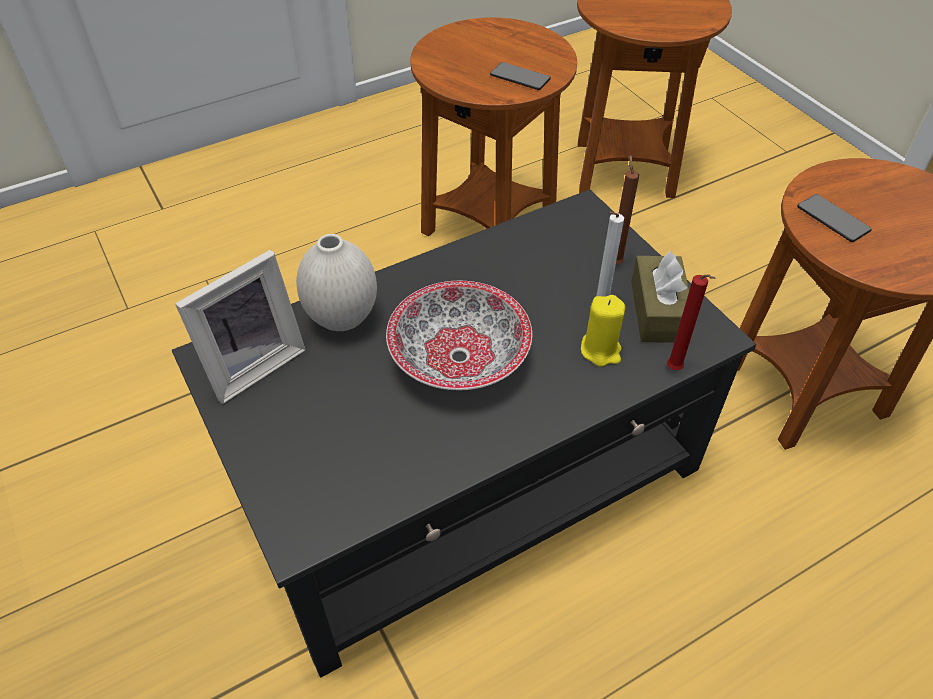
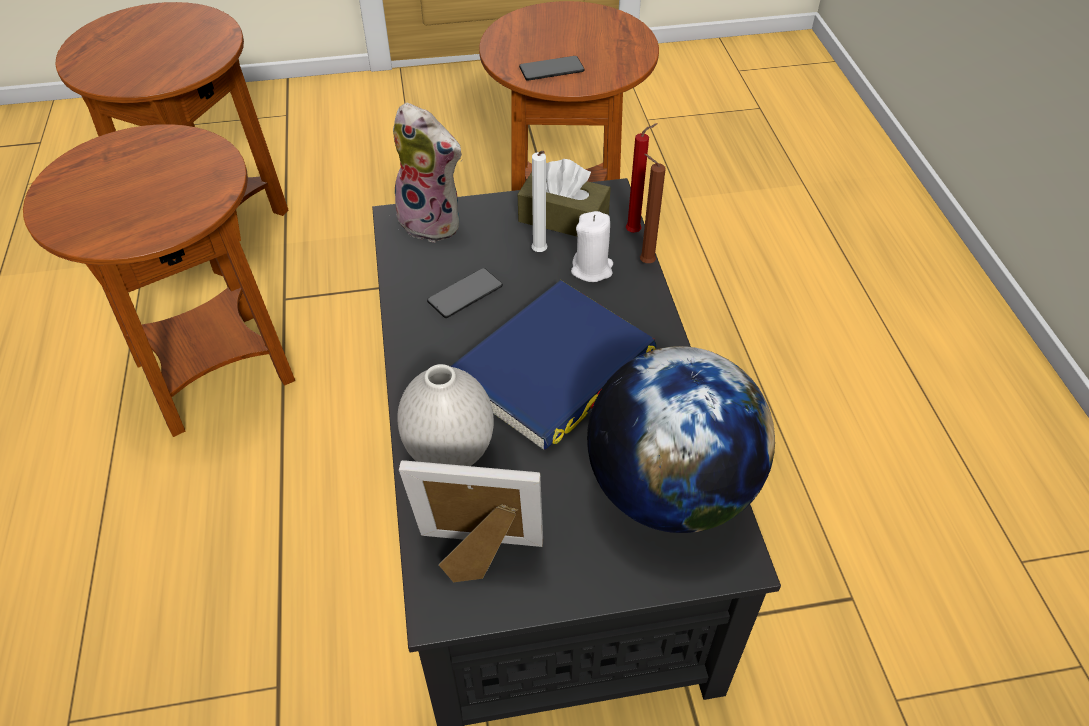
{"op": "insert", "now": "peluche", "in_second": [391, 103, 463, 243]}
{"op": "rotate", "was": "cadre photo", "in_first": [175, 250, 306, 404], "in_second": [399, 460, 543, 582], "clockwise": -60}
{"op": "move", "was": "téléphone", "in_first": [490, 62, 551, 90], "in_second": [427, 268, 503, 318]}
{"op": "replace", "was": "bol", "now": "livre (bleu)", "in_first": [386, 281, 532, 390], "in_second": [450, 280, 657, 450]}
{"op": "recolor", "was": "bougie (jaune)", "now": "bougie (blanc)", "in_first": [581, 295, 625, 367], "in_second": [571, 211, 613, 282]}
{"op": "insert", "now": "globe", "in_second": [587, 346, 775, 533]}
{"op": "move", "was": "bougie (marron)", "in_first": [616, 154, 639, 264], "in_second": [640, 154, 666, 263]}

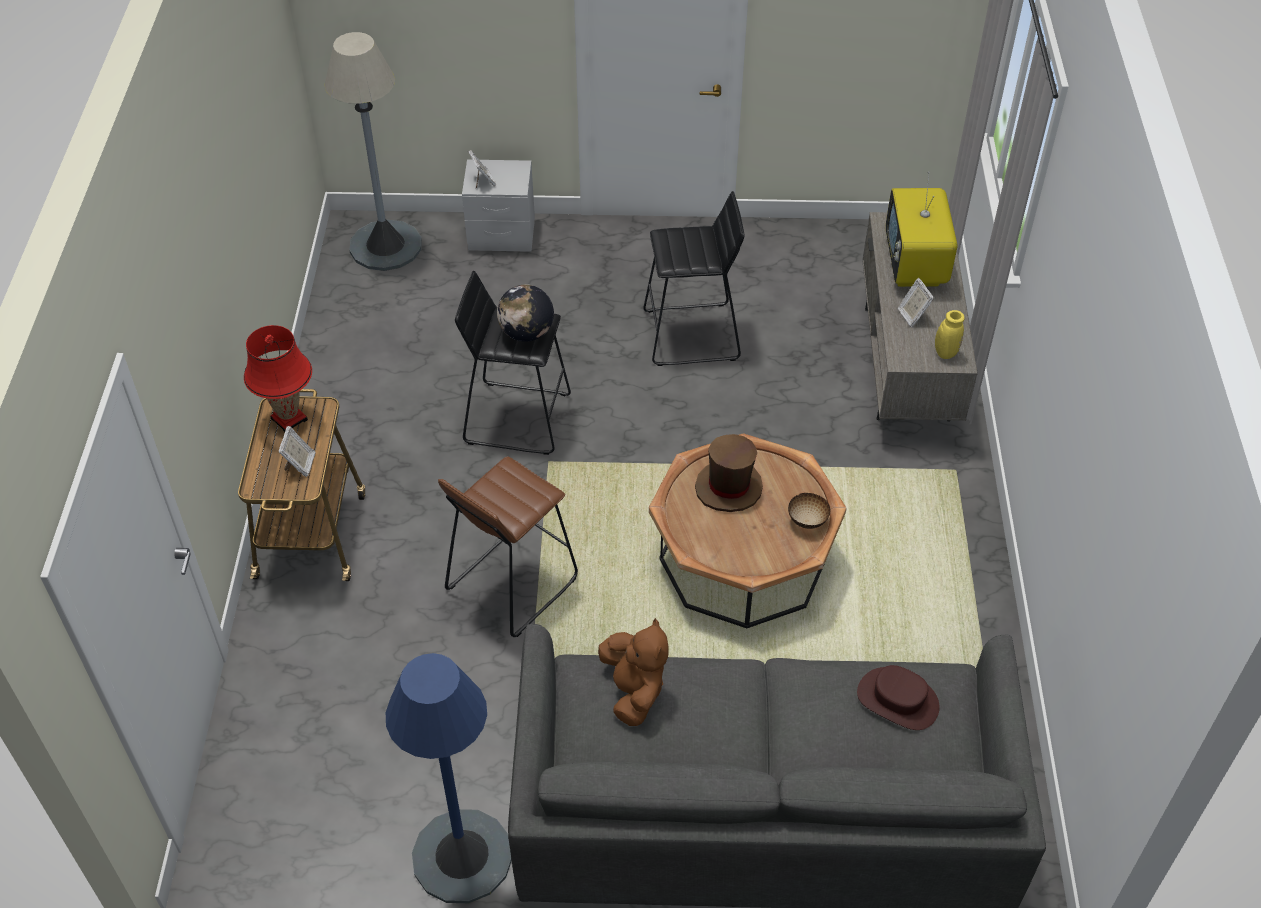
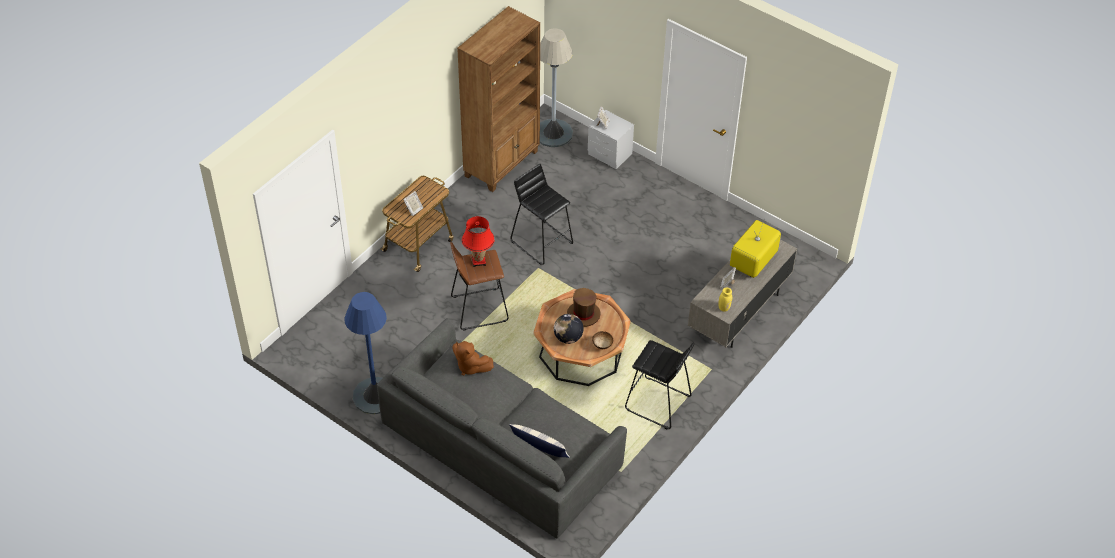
{"op": "rotate", "was": "peluche (marron)", "in_first": [598, 618, 669, 726], "in_second": [452, 341, 494, 375], "clockwise": 105}
{"op": "insert", "now": "bibliothèque (marron)", "in_second": [457, 6, 540, 192]}
{"op": "move", "was": "lampe de table (rouge)", "in_first": [244, 325, 312, 432], "in_second": [462, 216, 495, 267]}
{"op": "insert", "now": "coussin", "in_second": [509, 424, 570, 458]}
{"op": "move", "was": "globe", "in_first": [497, 285, 554, 342], "in_second": [554, 314, 584, 344]}
{"op": "move", "was": "tabouret (noir)", "in_first": [643, 191, 745, 366], "in_second": [625, 340, 694, 430]}
{"op": "delete", "was": "chapeau (marron)", "in_first": [857, 665, 940, 730]}

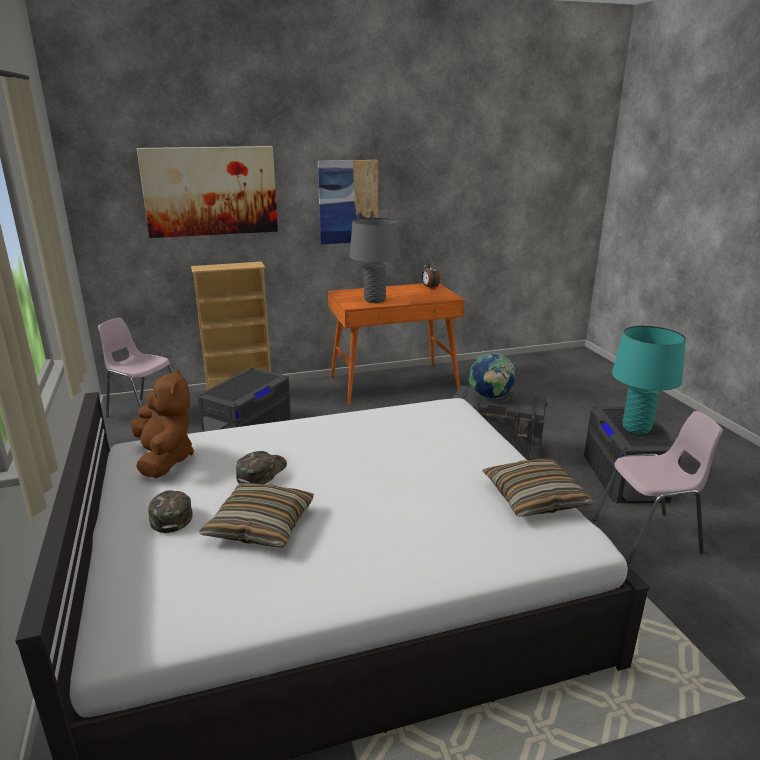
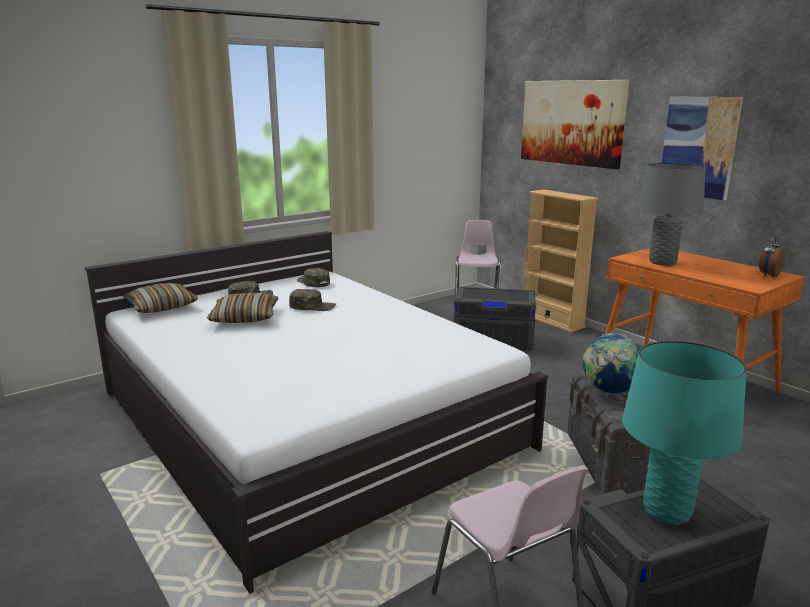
{"op": "move", "was": "coussin", "in_first": [482, 459, 594, 517], "in_second": [122, 283, 198, 313]}
{"op": "replace", "was": "peluche (marron)", "now": "casquette (vert)", "in_first": [131, 368, 194, 478], "in_second": [297, 268, 330, 287]}

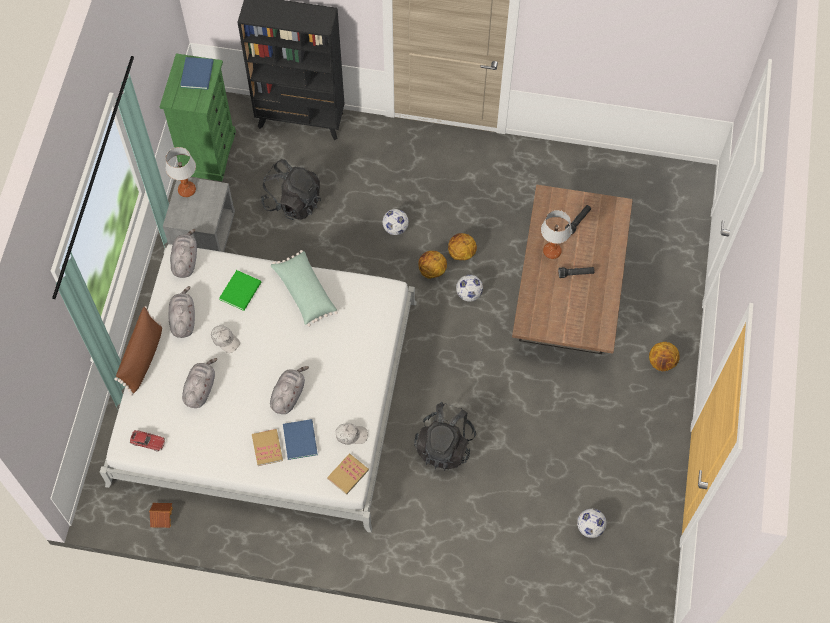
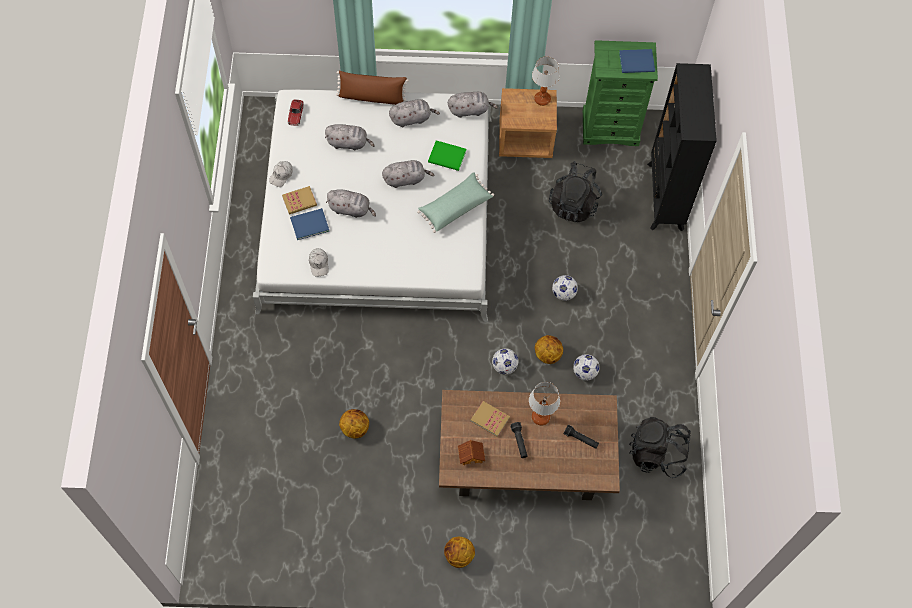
{"op": "move", "was": "casquette (blanc)", "in_first": [211, 325, 240, 353], "in_second": [269, 161, 293, 187]}
{"op": "move", "was": "ballon de basket", "in_first": [419, 251, 447, 279], "in_second": [339, 409, 369, 438]}
{"op": "insert", "now": "peluche (gris)", "in_second": [382, 160, 434, 188]}
{"op": "move", "was": "maison miniature", "in_first": [149, 503, 173, 528], "in_second": [458, 440, 485, 465]}
{"op": "move", "was": "livre", "in_first": [327, 454, 369, 495], "in_second": [471, 401, 510, 437]}
{"op": "recolor", "was": "table de chevet (gris)", "now": "table de chevet (marron)", "in_first": [163, 177, 235, 252], "in_second": [499, 88, 557, 158]}
{"op": "move", "was": "ballon de foot", "in_first": [577, 509, 607, 538], "in_second": [573, 354, 600, 381]}
{"op": "move", "was": "sac à dos (noir)", "in_first": [414, 402, 476, 471], "in_second": [629, 417, 691, 478]}

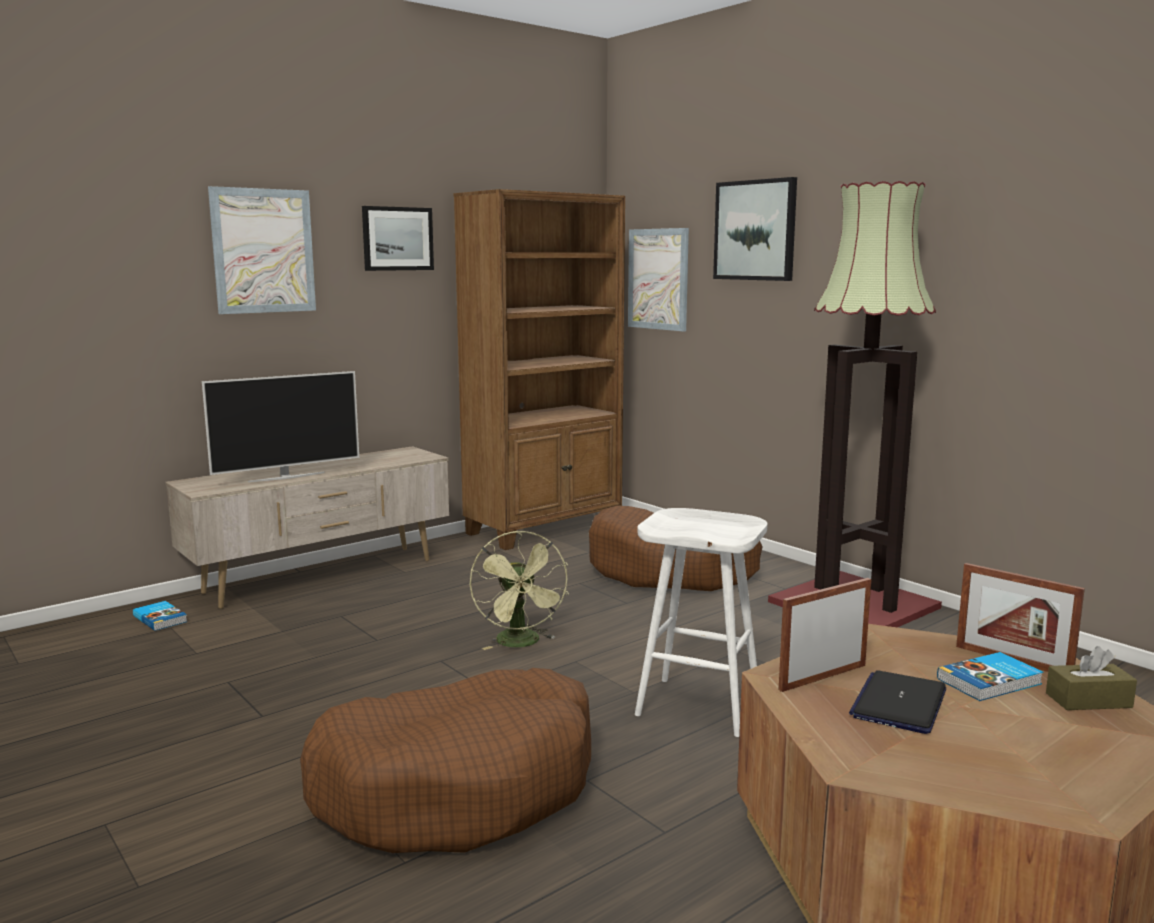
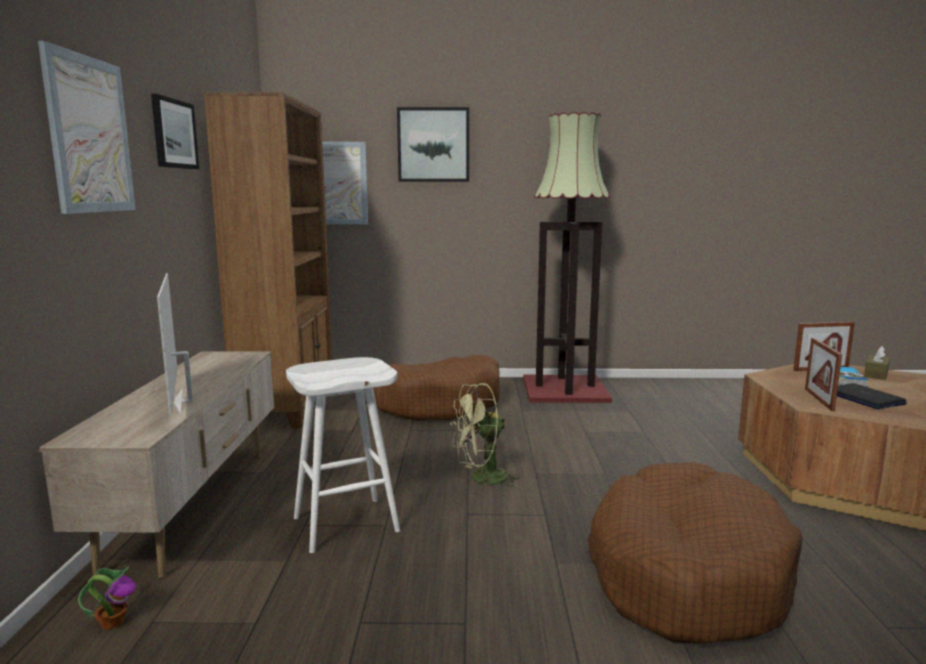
{"op": "replace", "was": "livre", "now": "plante en pot", "in_first": [133, 601, 188, 631], "in_second": [78, 564, 136, 629]}
{"op": "rotate", "was": "téléviseur", "in_first": [202, 371, 359, 482], "in_second": [157, 273, 193, 415], "clockwise": 150}
{"op": "move", "was": "tabouret (blanc)", "in_first": [635, 508, 768, 737], "in_second": [286, 357, 400, 553]}
{"op": "rotate", "was": "ventilateur (vert)", "in_first": [470, 531, 569, 650], "in_second": [450, 383, 521, 491], "clockwise": 135}

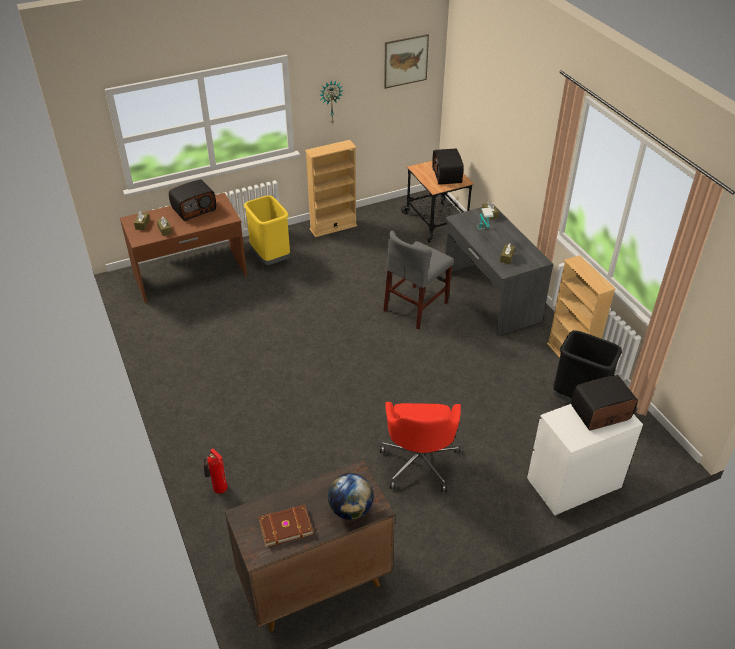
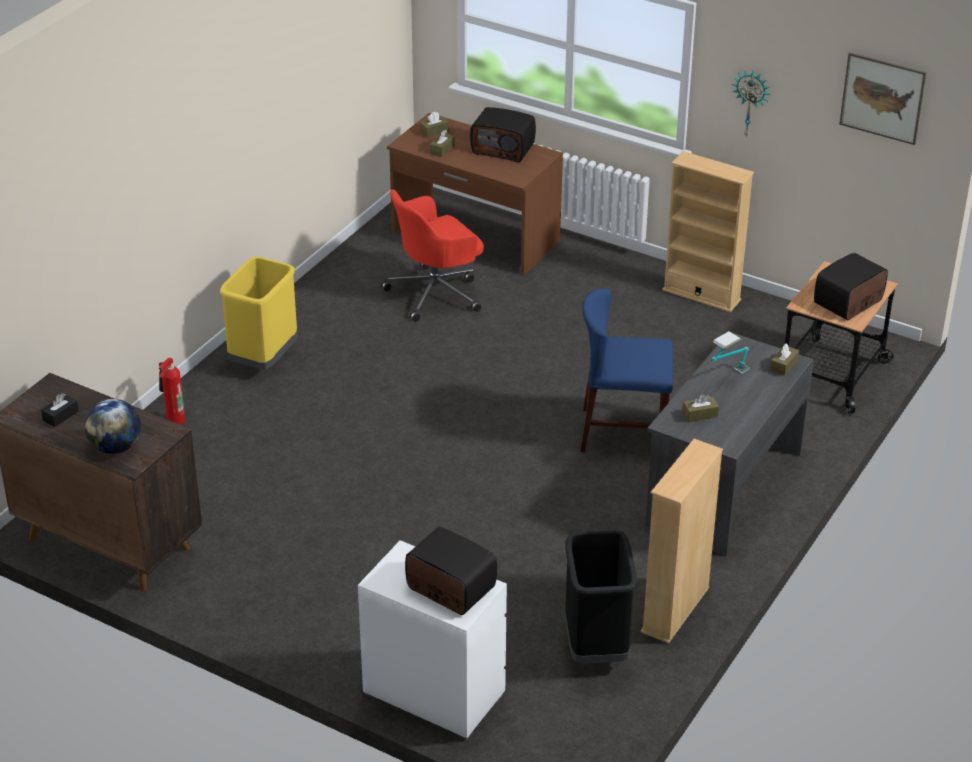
{"op": "replace", "was": "livre (marron)", "now": "boîte à mouchoirs (noir)", "in_first": [258, 505, 314, 547], "in_second": [41, 393, 79, 427]}
{"op": "move", "was": "poubelle (jaune)", "in_first": [244, 195, 290, 265], "in_second": [220, 257, 297, 369]}
{"op": "move", "was": "chaise de bureau (rouge)", "in_first": [380, 402, 461, 492], "in_second": [381, 190, 484, 322]}
{"op": "recolor", "was": "chaise (gris)", "now": "chaise (bleu)", "in_first": [384, 231, 454, 329], "in_second": [580, 289, 673, 452]}

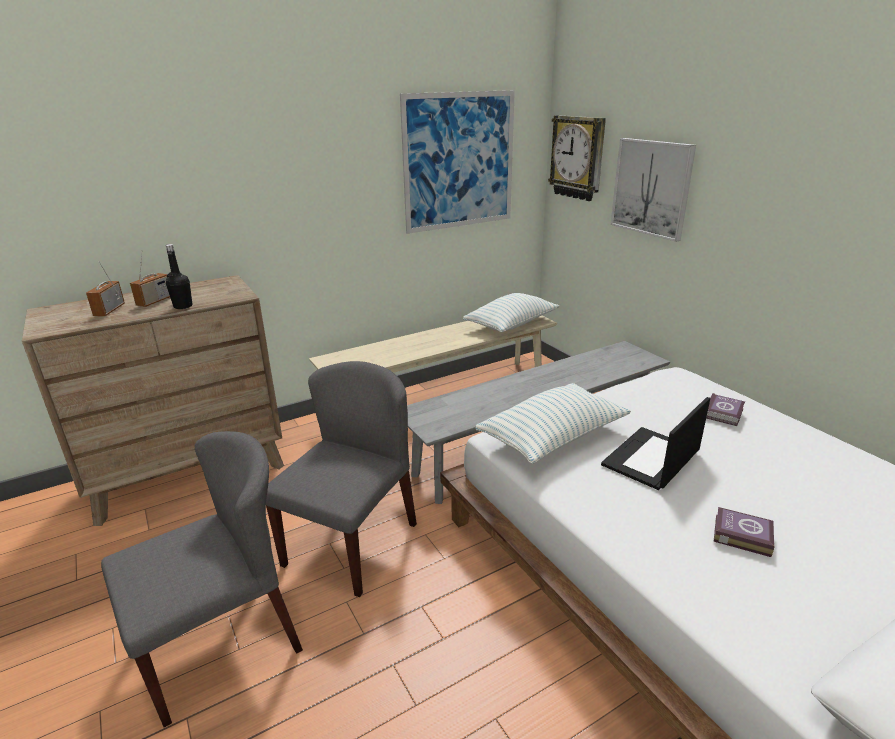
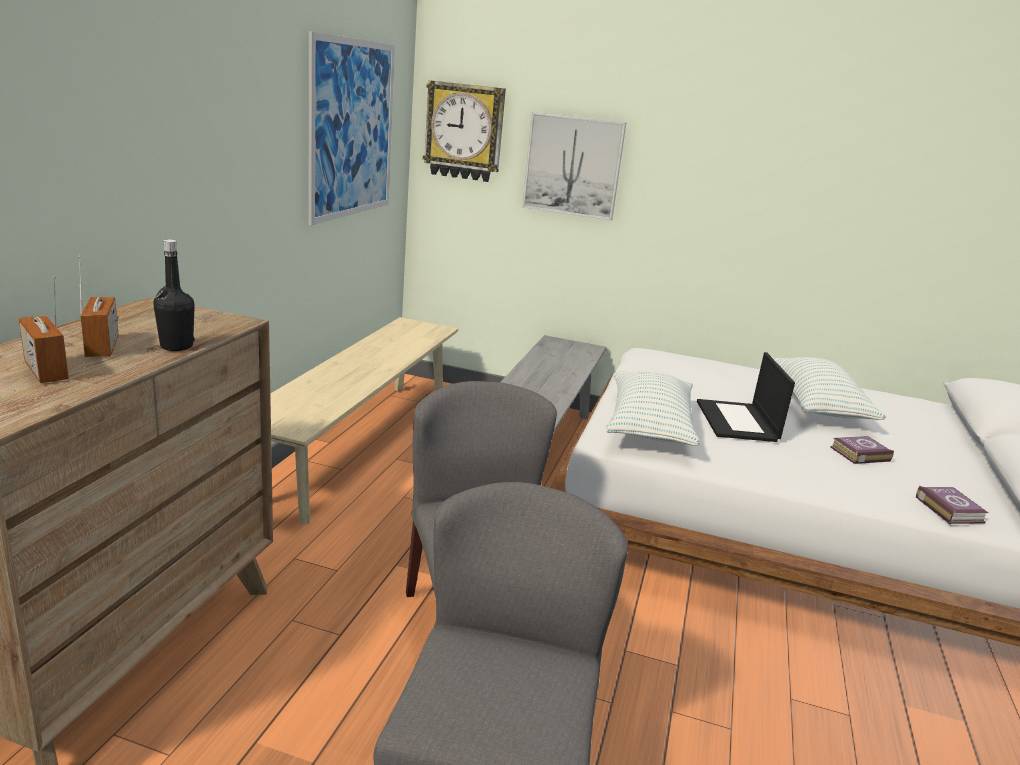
{"op": "move", "was": "coussin", "in_first": [463, 293, 559, 332], "in_second": [773, 357, 886, 420]}
{"op": "move", "was": "livre", "in_first": [706, 393, 745, 426], "in_second": [916, 486, 988, 524]}

